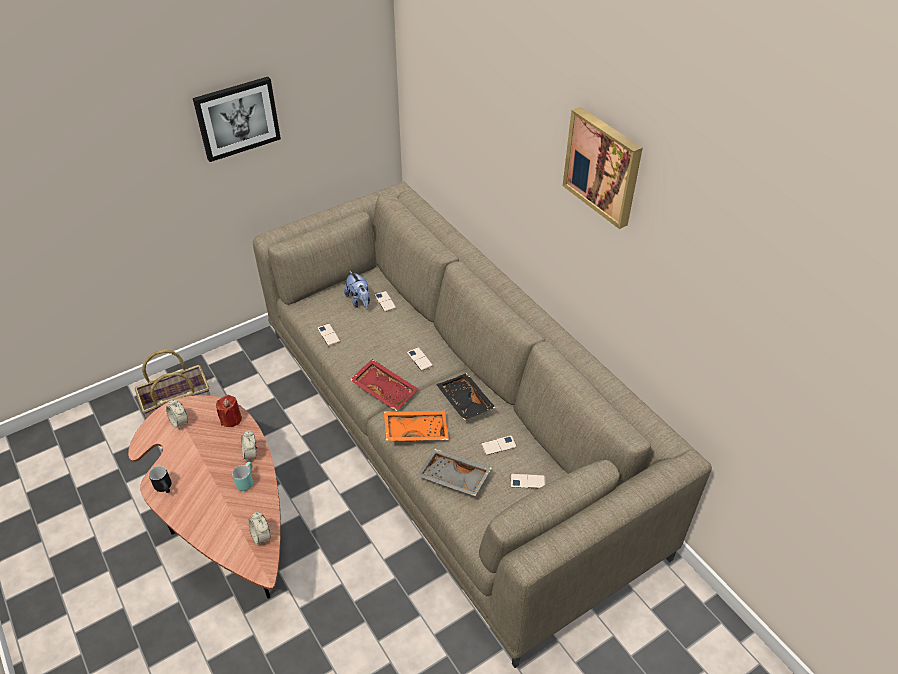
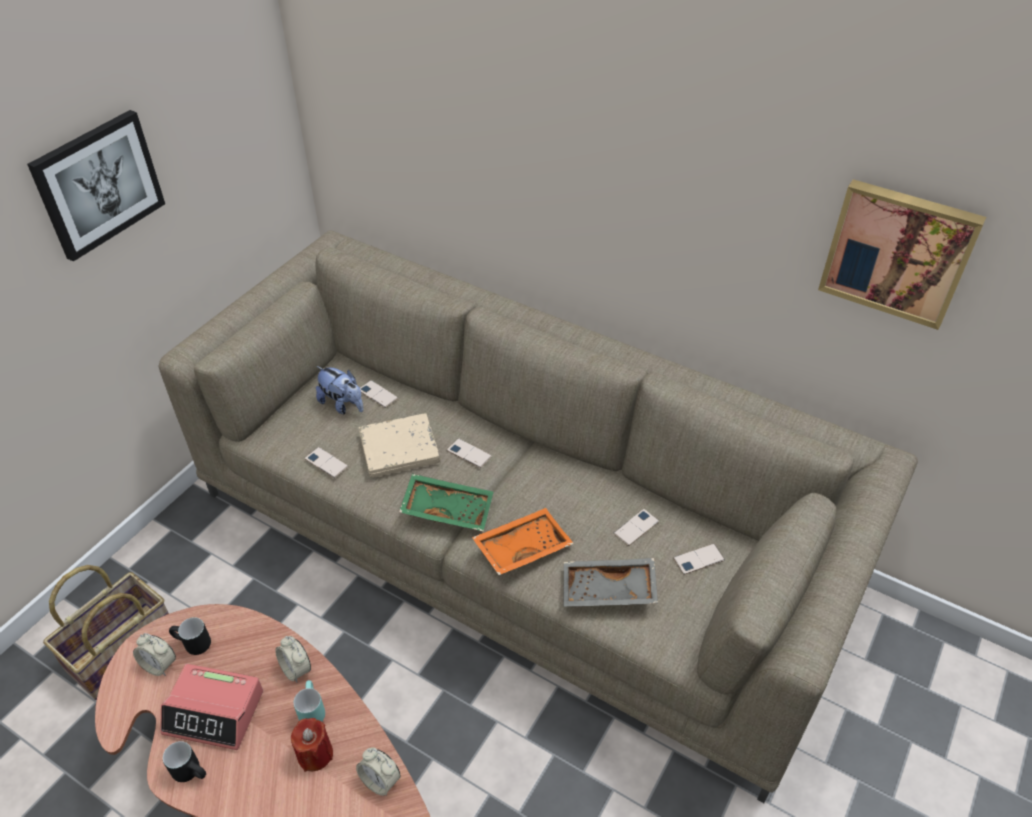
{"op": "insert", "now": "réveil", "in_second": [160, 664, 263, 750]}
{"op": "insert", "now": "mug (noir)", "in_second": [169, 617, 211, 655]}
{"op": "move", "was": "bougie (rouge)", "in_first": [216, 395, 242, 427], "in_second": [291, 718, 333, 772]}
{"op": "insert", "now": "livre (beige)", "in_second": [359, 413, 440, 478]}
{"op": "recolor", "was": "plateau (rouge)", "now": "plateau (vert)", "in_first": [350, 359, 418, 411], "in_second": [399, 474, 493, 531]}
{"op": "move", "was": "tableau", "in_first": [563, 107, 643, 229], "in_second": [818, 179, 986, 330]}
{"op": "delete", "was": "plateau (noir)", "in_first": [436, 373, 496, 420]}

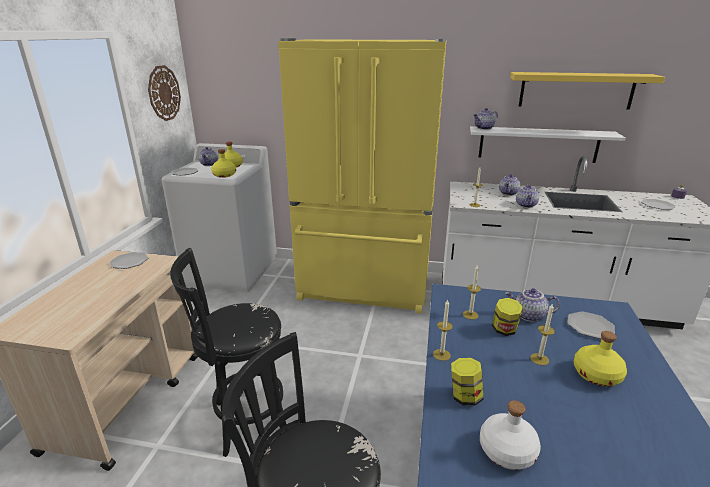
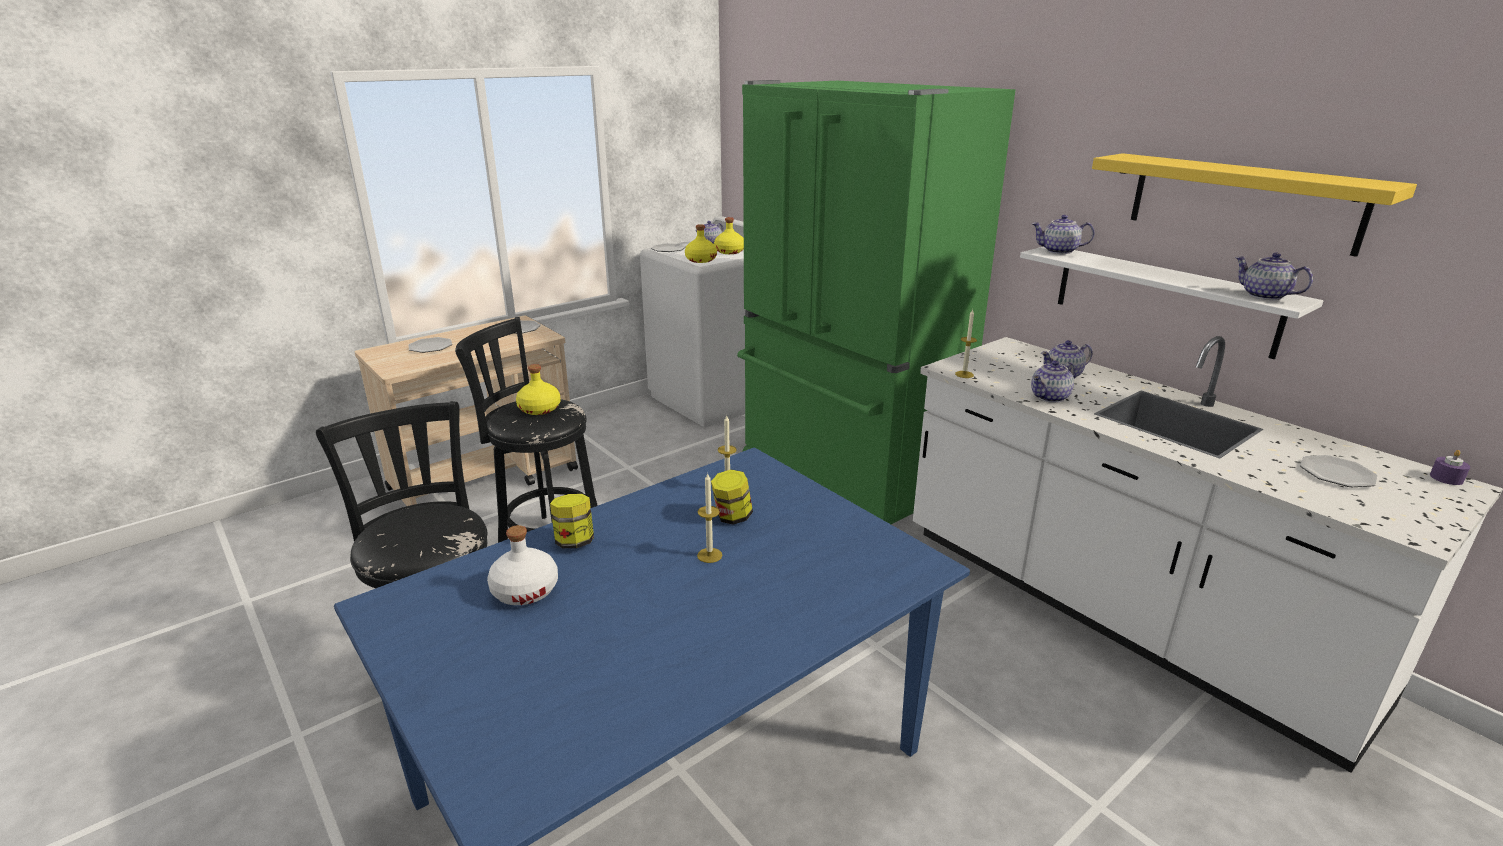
{"op": "move", "was": "assiette", "in_first": [567, 311, 615, 339], "in_second": [408, 337, 452, 353]}
{"op": "move", "was": "bouteille (jaune)", "in_first": [574, 331, 627, 387], "in_second": [516, 364, 561, 415]}
{"op": "recolor", "was": "réfrigérateur (jaune)", "now": "réfrigérateur (vert)", "in_first": [278, 38, 446, 314], "in_second": [737, 80, 1016, 524]}
{"op": "move", "was": "théière", "in_first": [505, 288, 560, 322], "in_second": [1235, 253, 1313, 300]}
{"op": "delete", "was": "horloge murale", "in_first": [148, 65, 181, 121]}
{"op": "delete", "was": "bougie", "in_first": [433, 300, 453, 361]}

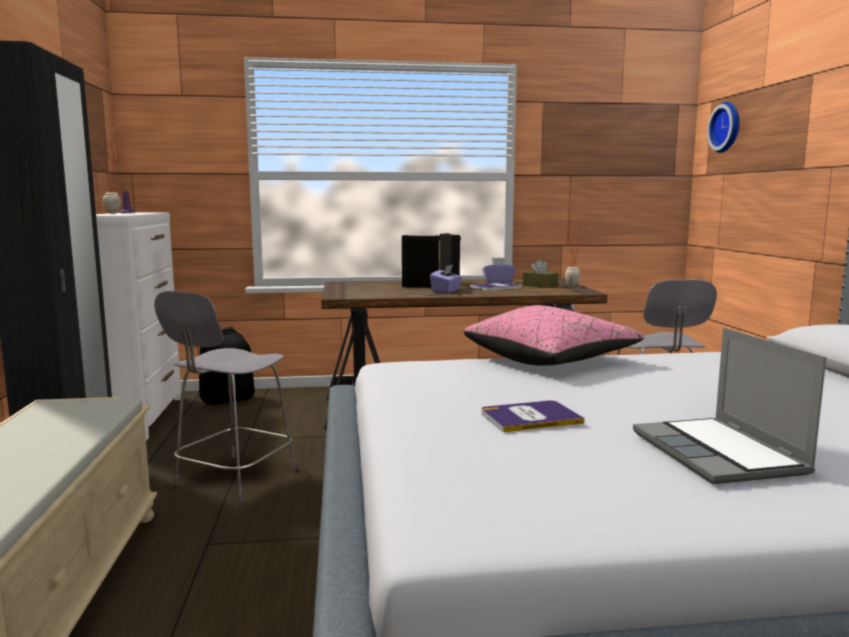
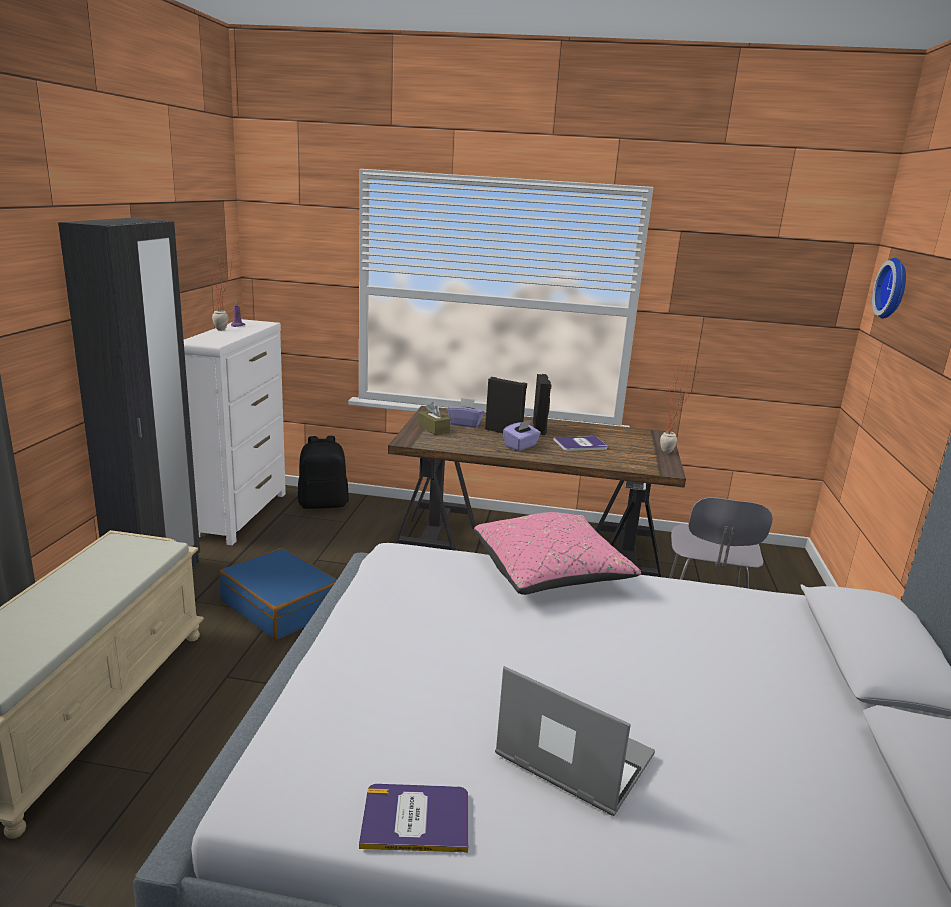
{"op": "replace", "was": "chaise (gris)", "now": "valise (bleu)", "in_first": [154, 291, 296, 502], "in_second": [219, 548, 337, 640]}
{"op": "move", "was": "livre", "in_first": [481, 400, 585, 432], "in_second": [359, 784, 468, 852]}
{"op": "move", "was": "boîte à mouchoirs (marron)", "in_first": [523, 259, 558, 288], "in_second": [418, 402, 450, 435]}
{"op": "move", "was": "boîte à mouchoirs (violet)", "in_first": [482, 258, 516, 283], "in_second": [448, 398, 484, 428]}
{"op": "rotate", "was": "ordinateur portable", "in_first": [633, 328, 826, 484], "in_second": [495, 666, 655, 816], "clockwise": 120}

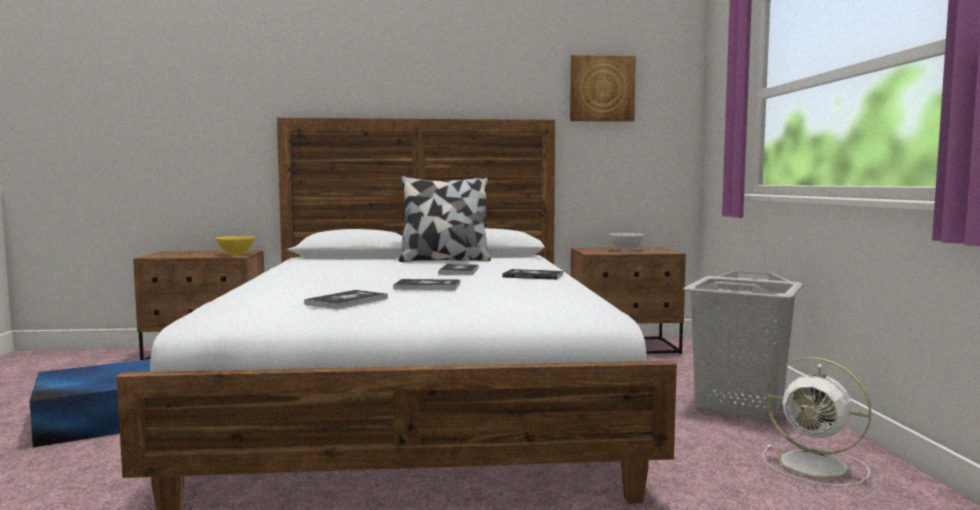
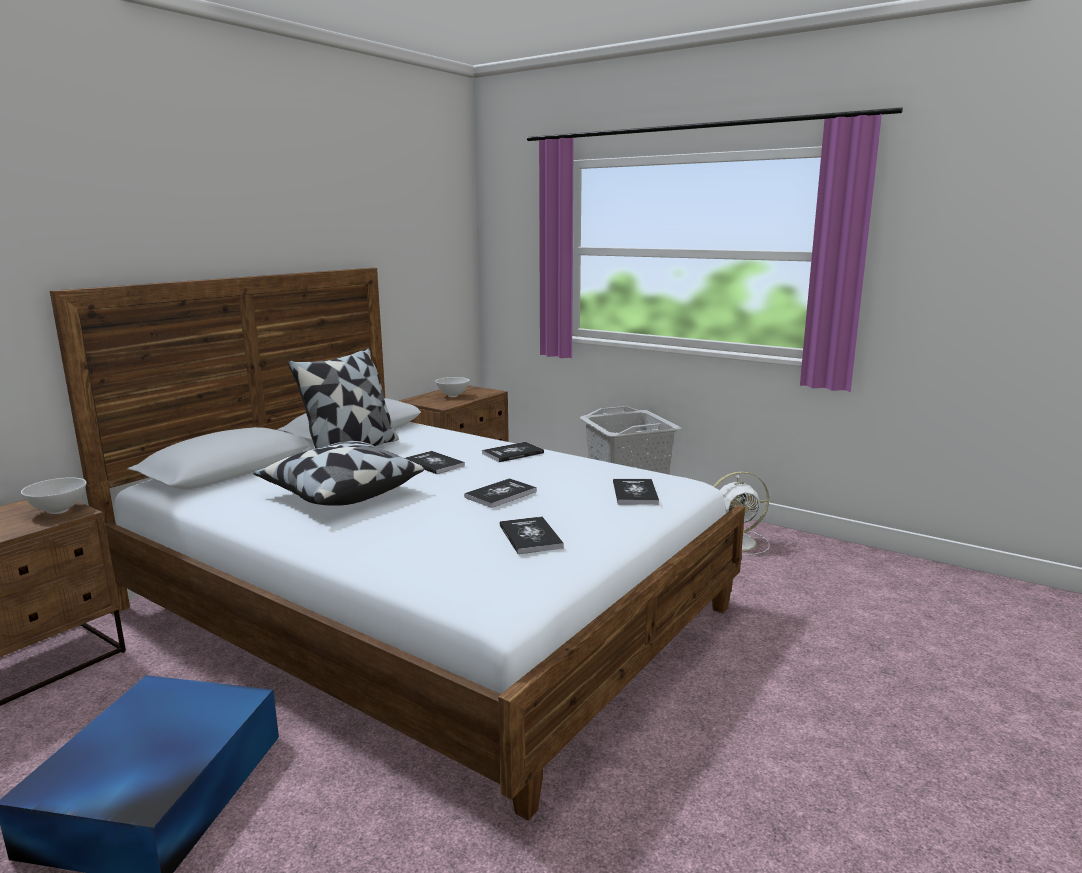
{"op": "recolor", "was": "bol (jaune)", "now": "bol (blanc)", "in_first": [216, 236, 255, 255], "in_second": [21, 477, 87, 514]}
{"op": "insert", "now": "coussin", "in_second": [253, 441, 425, 506]}
{"op": "insert", "now": "livre", "in_second": [613, 479, 659, 505]}
{"op": "delete", "was": "tableau", "in_first": [570, 55, 636, 122]}

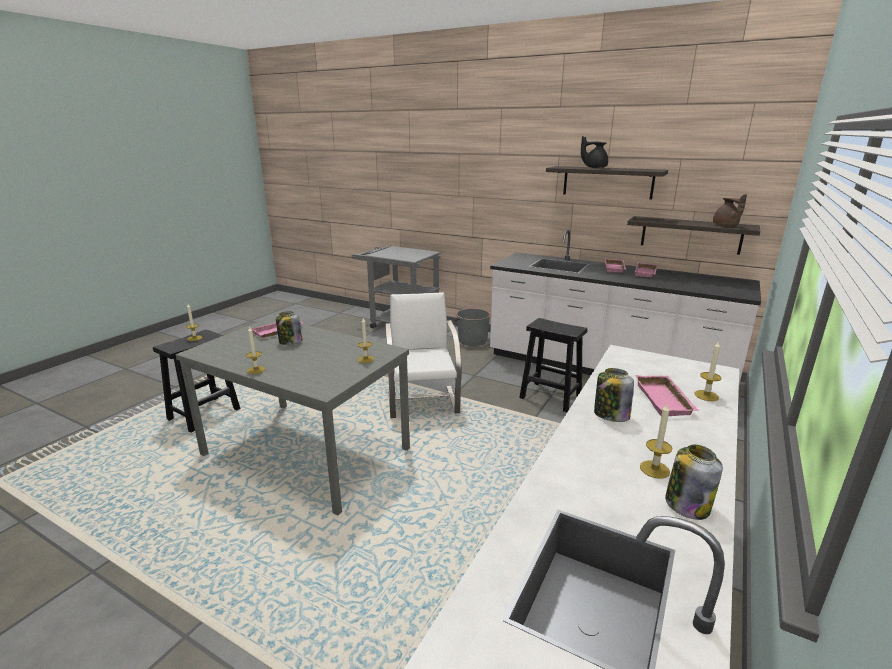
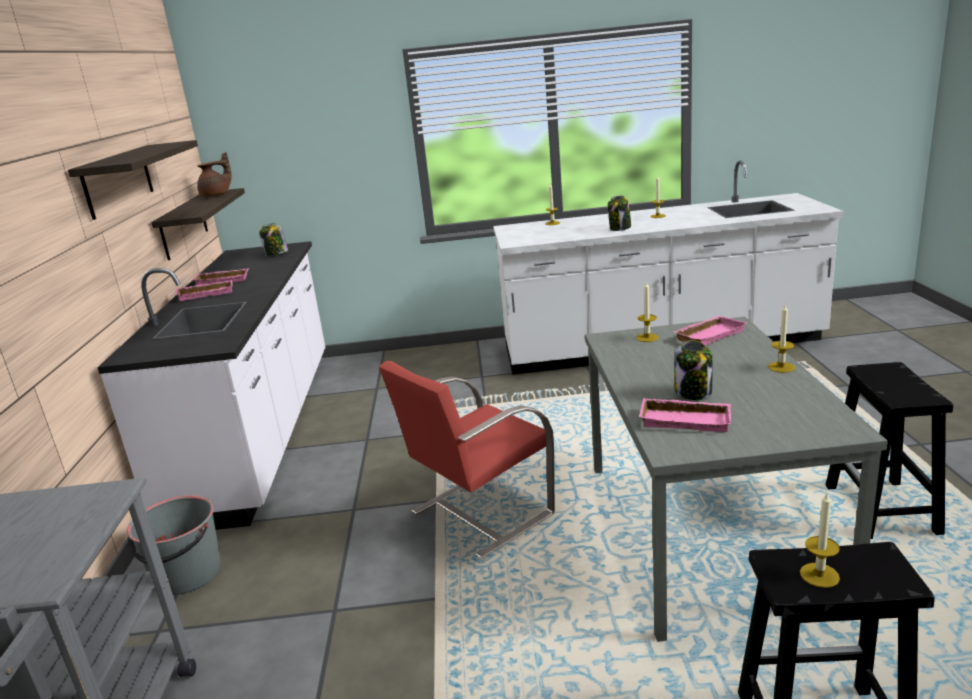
{"op": "move", "was": "bocal", "in_first": [665, 445, 723, 520], "in_second": [259, 223, 288, 256]}
{"op": "recolor", "was": "chaise (blanc)", "now": "chaise (rouge)", "in_first": [385, 292, 461, 418], "in_second": [379, 361, 555, 558]}
{"op": "move", "was": "plateau (rose)", "in_first": [635, 375, 699, 416], "in_second": [673, 316, 747, 345]}
{"op": "move", "was": "tabouret (noir)", "in_first": [519, 318, 588, 412], "in_second": [825, 362, 953, 539]}
{"op": "delete", "was": "théière (noir)", "in_first": [581, 136, 608, 168]}

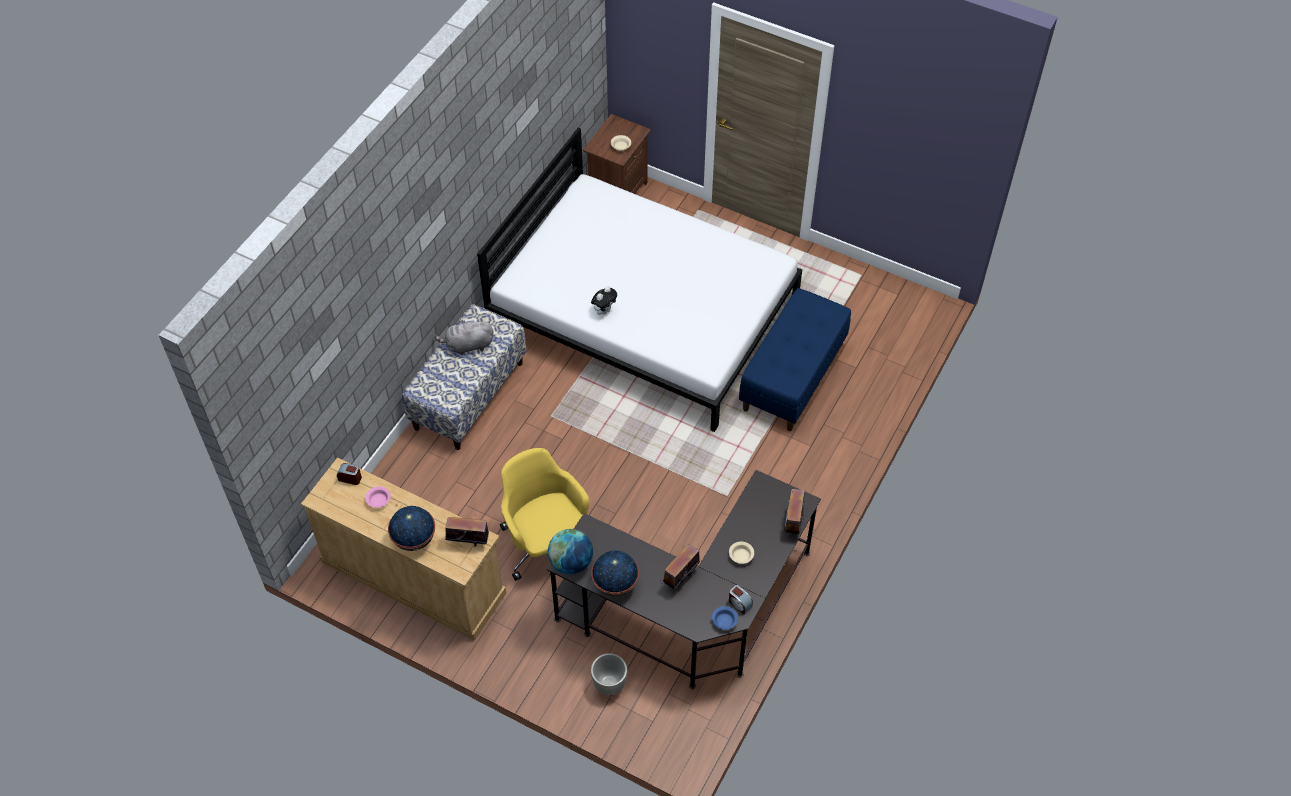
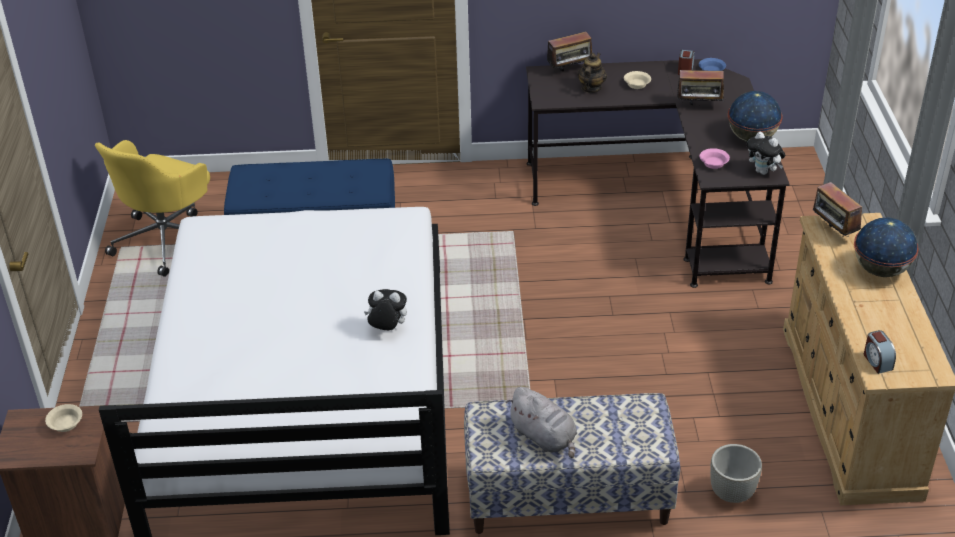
{"op": "move", "was": "chaise de bureau (jaune)", "in_first": [500, 448, 589, 581], "in_second": [95, 140, 210, 277]}
{"op": "insert", "now": "théière", "in_second": [577, 53, 607, 93]}
{"op": "move", "was": "bol (rose)", "in_first": [365, 486, 390, 508], "in_second": [700, 148, 730, 169]}
{"op": "move", "was": "cache-pot (gris)", "in_first": [591, 653, 627, 695], "in_second": [710, 444, 762, 503]}
{"op": "replace", "was": "globe", "now": "peluche", "in_first": [548, 529, 593, 574], "in_second": [747, 132, 785, 175]}

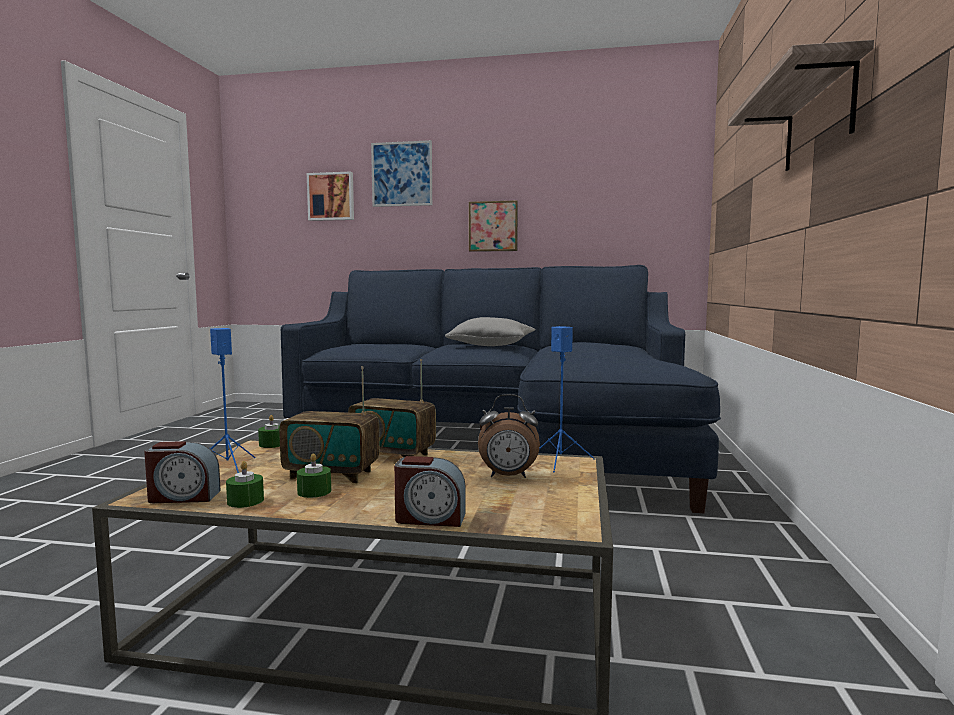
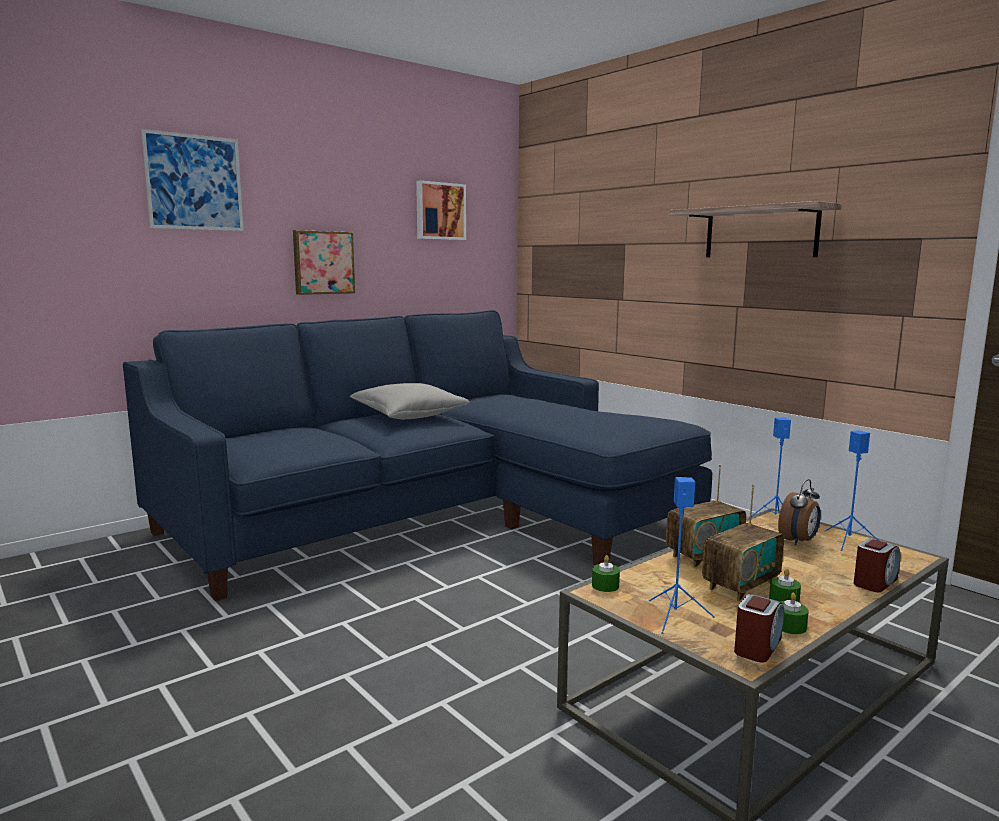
{"op": "move", "was": "tableau", "in_first": [307, 171, 354, 221], "in_second": [416, 180, 466, 240]}
{"op": "insert", "now": "enceinte (bleu)", "in_second": [825, 430, 879, 551]}

